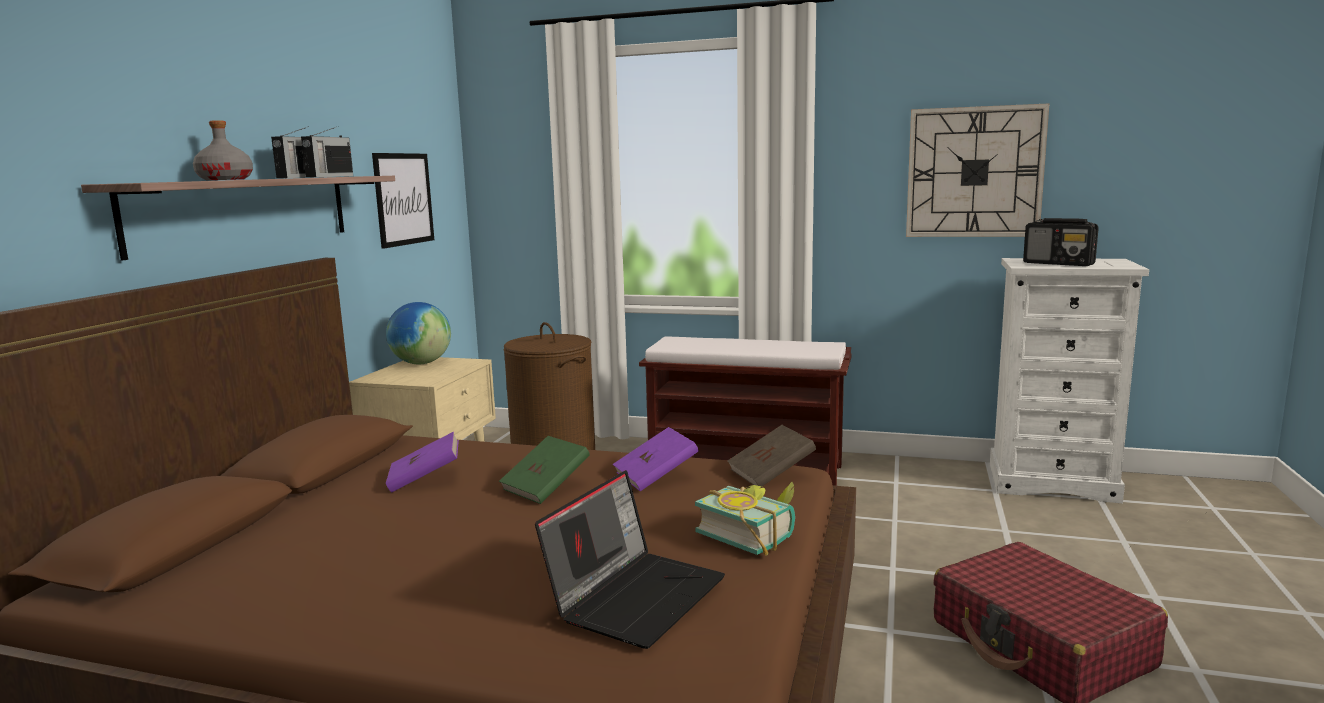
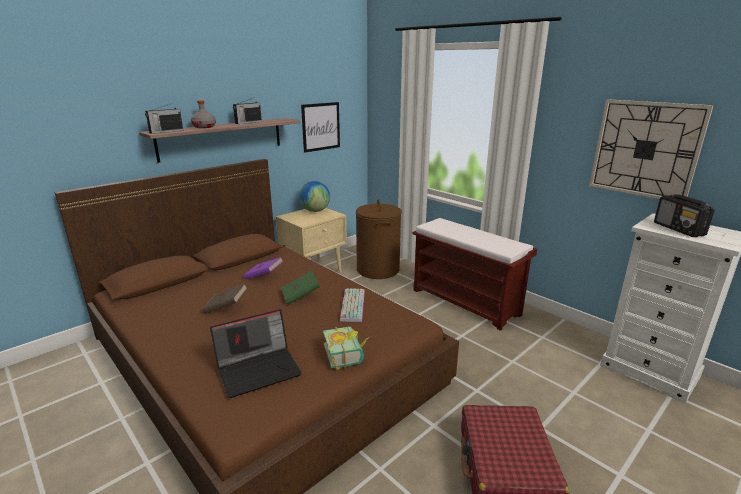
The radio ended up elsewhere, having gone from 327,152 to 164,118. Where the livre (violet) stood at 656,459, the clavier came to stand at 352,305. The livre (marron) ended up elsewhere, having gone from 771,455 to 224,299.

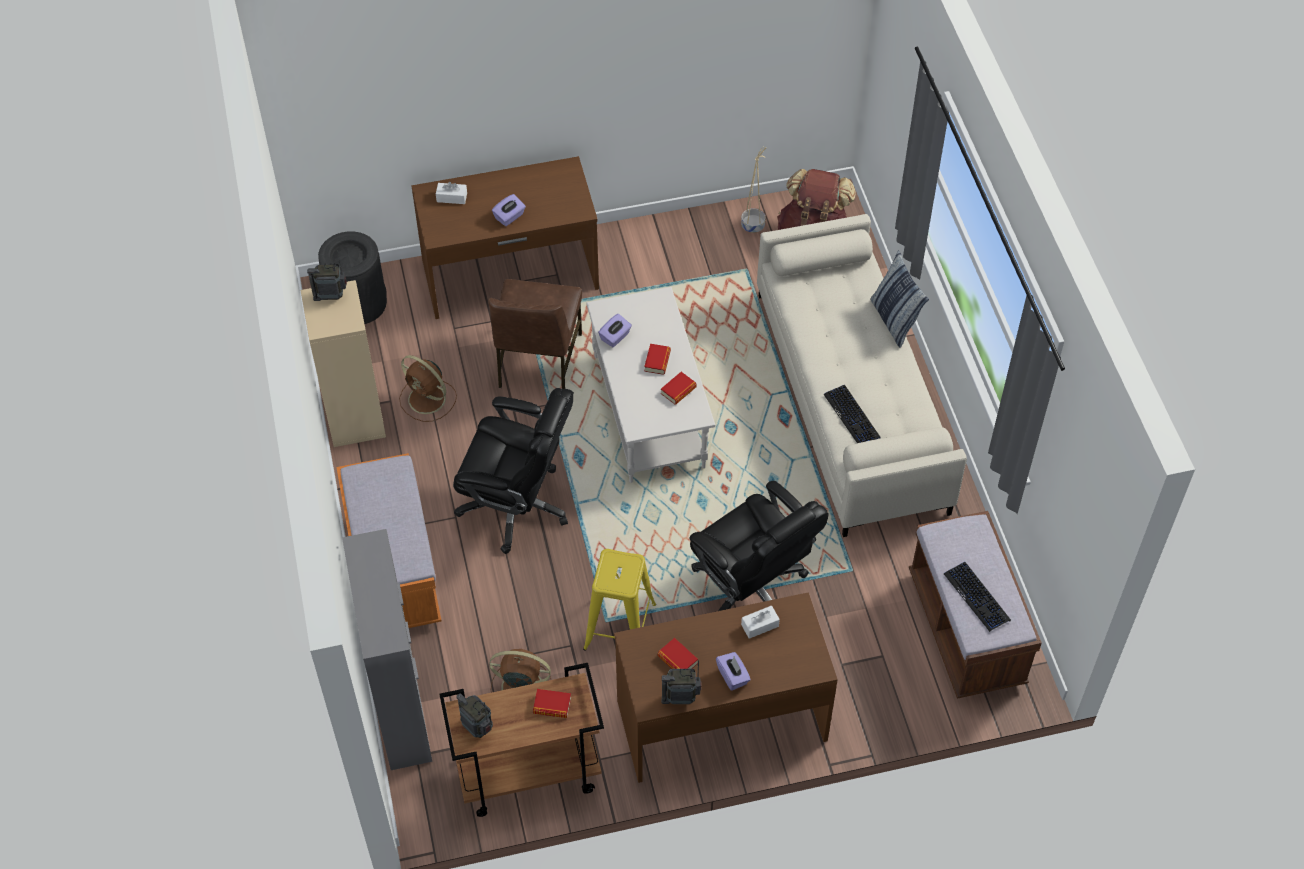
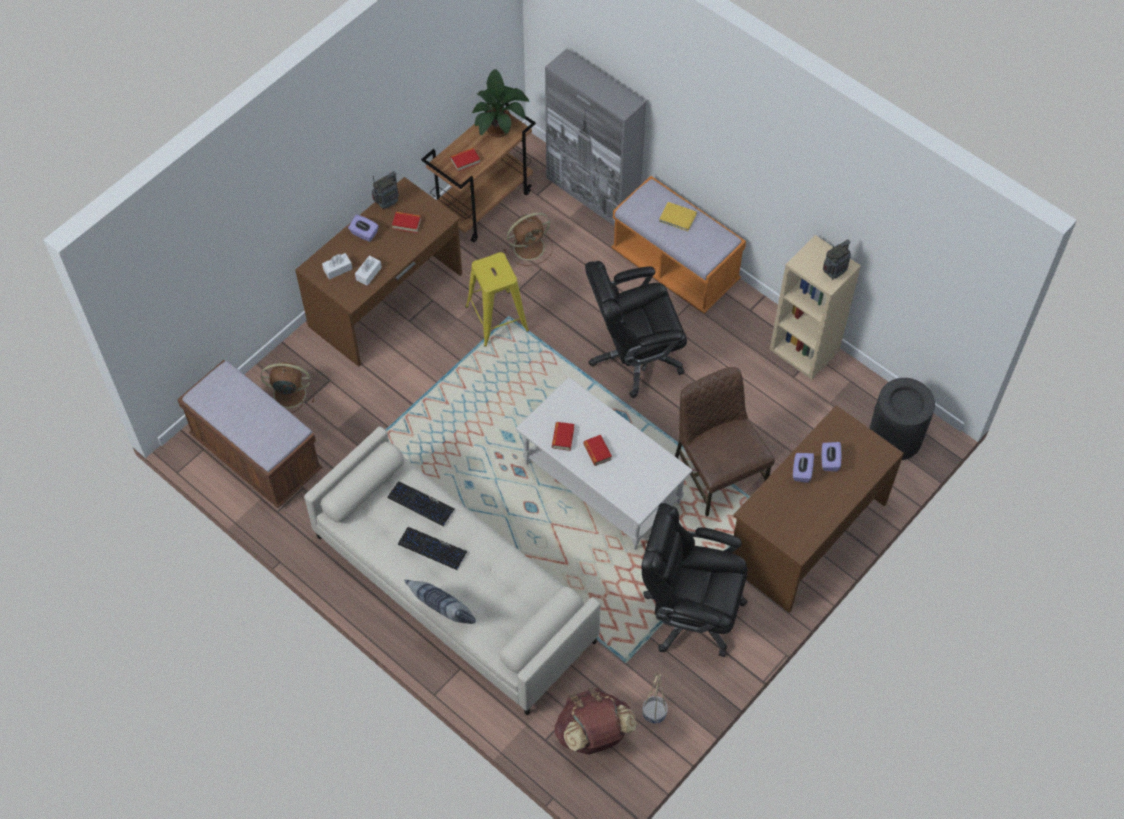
The ventilateur (marron) ended up elsewhere, having gone from 428,388 to 287,387. The boîte à mouchoirs (blanc) ended up elsewhere, having gone from 451,193 to 337,266. Where the radio stood at 474,715, the plante en pot came to stand at 500,103. The boîte à mouchoirs (violet) ended up elsewhere, having gone from 615,330 to 831,457. The chaise de bureau (noir) ended up elsewhere, having gone from 758,546 to 695,580. The clavier ended up elsewhere, having gone from 977,597 to 432,548. The second view gained the livre (jaune) at 678,216.

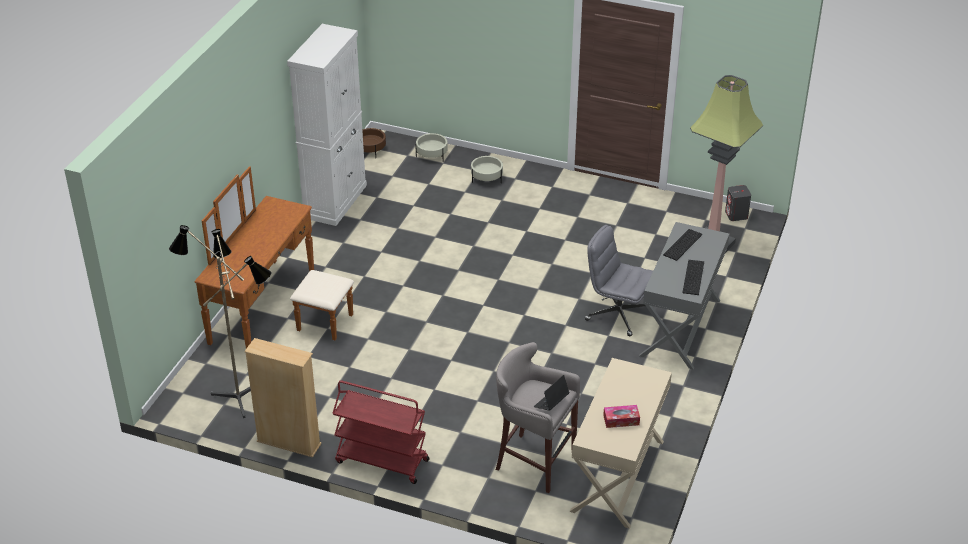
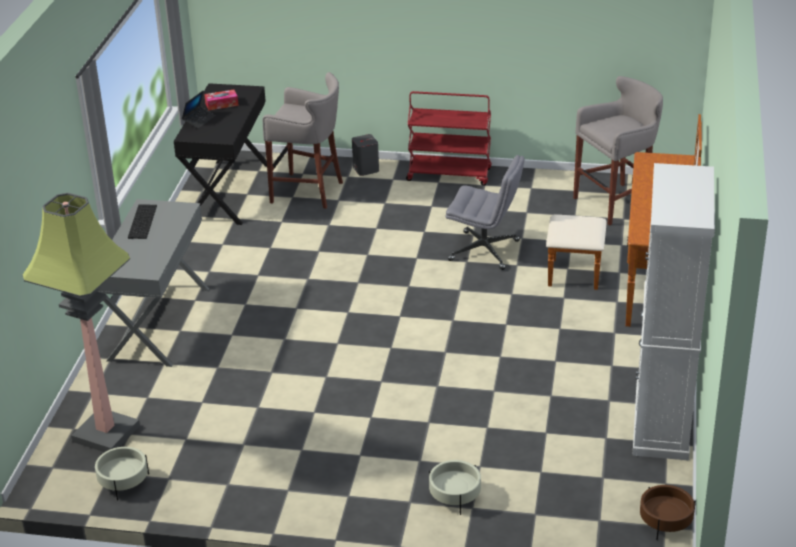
Where the lampadaire stood at 220,321, the tabouret (gris) came to stand at 618,151. The second view lost the bibliothèque (beige) at 283,398. The cache-pot (beige) ended up elsewhere, having gone from 431,147 to 122,473. The ordinateur portable ended up elsewhere, having gone from 551,393 to 198,110. What was the bureau (beige) at 620,443 turned into the bureau (noir) at 220,154. The chaise de bureau (gris) ended up elsewhere, having gone from 619,280 to 485,212. The second view lost the clavier at 682,245. The enceinte (gris) ended up elsewhere, having gone from 738,203 to 365,155.

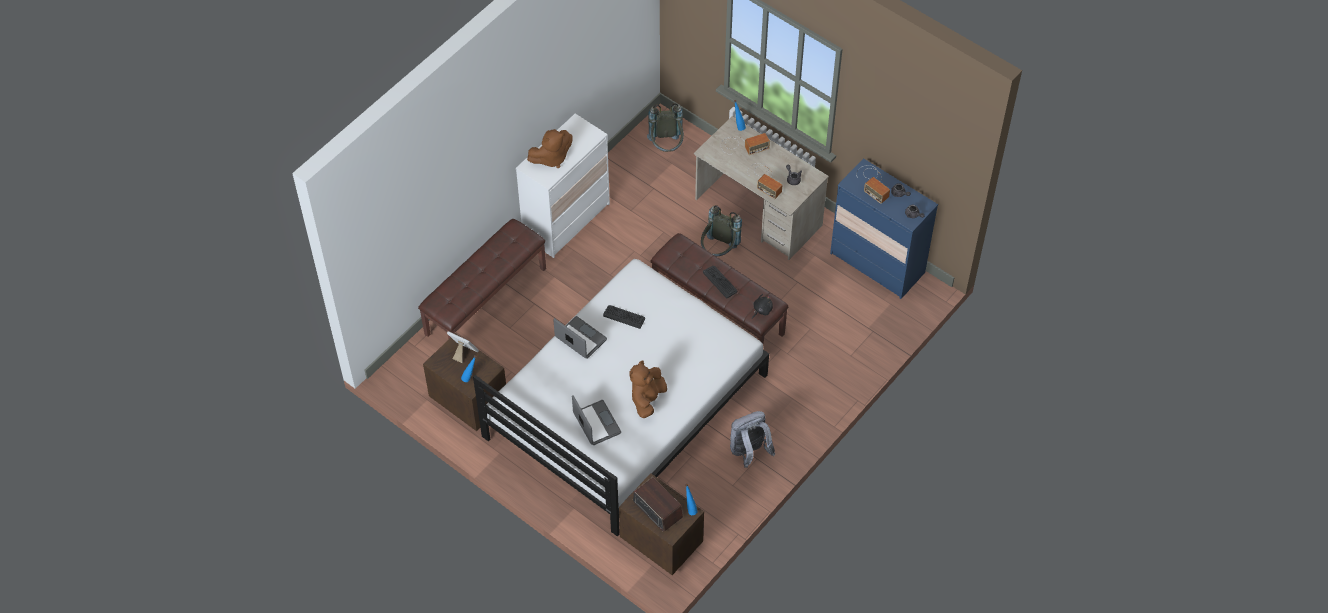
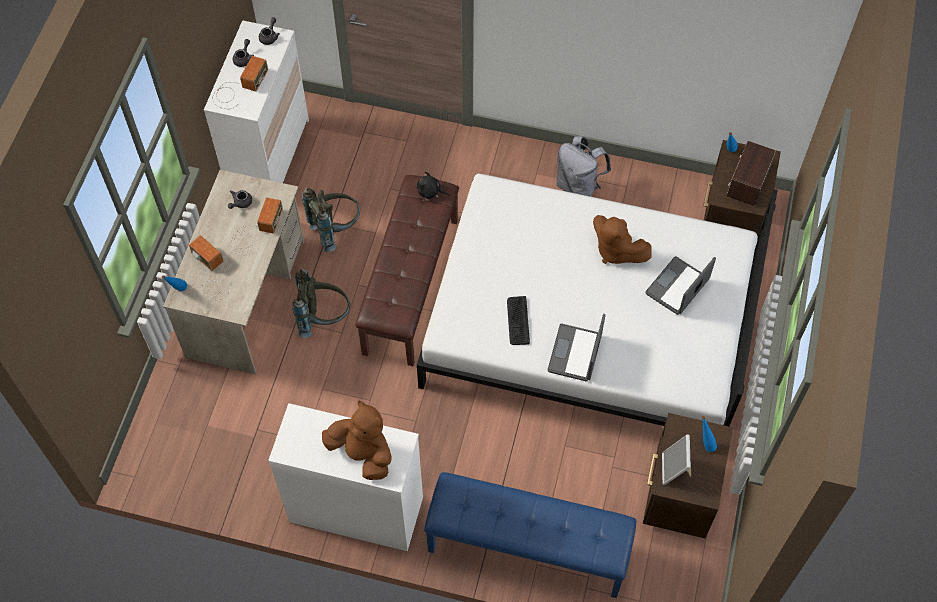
What was the banc (marron) at 482,279 turned into the banc (bleu) at 530,535. The peluche (marron) at 648,389 ended up facing another way, 45 degrees clockwise from before. The sac à dos (gris) ended up elsewhere, having gone from 665,127 to 331,220. The second view lost the clavier at 720,282. What was the commode (bleu) at 884,228 turned into the commode (blanc) at 256,101.

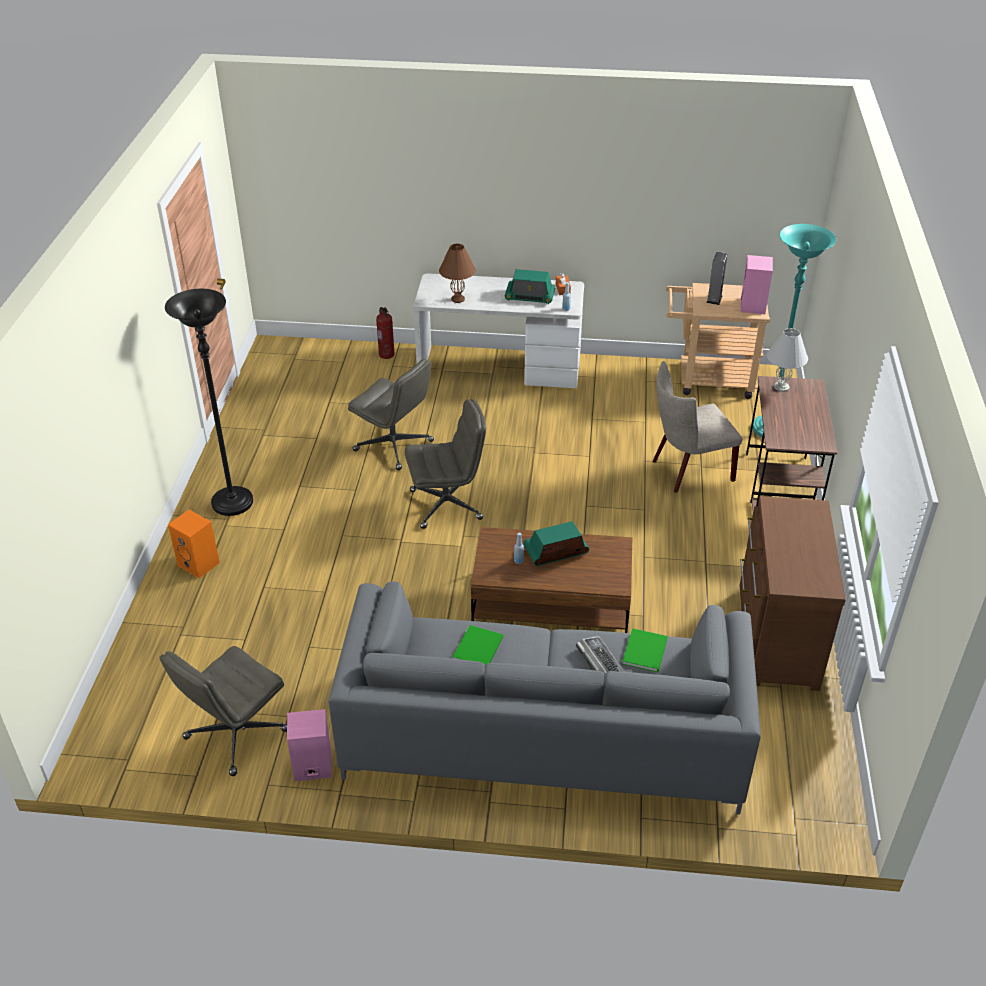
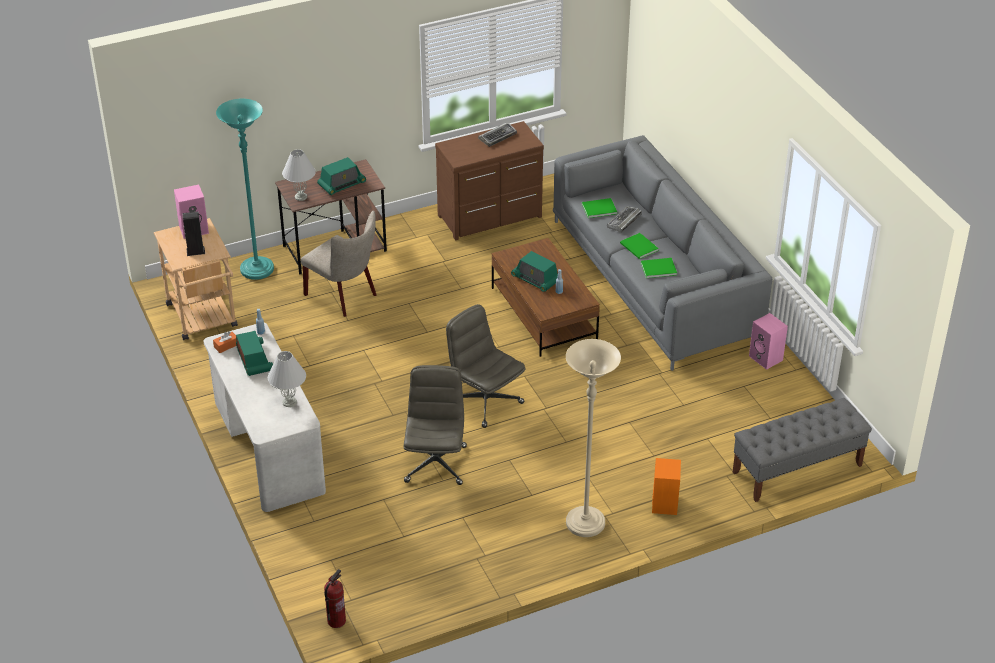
The second view lost the chaise de bureau (gris) at 223,711. What was the lampadaire (noir) at 209,402 turned into the lampadaire (beige) at 593,438. The extincteur ended up elsewhere, having gone from 385,333 to 335,598. What was the lampe de table (marron) at 457,273 turned into the lampe de table (blanc) at 287,379. The second view gained the radio at 341,176. The second view gained the clavier at 497,135. The second view gained the livre (vert) at 639,246. The second view gained the banc (gris) at 802,450.

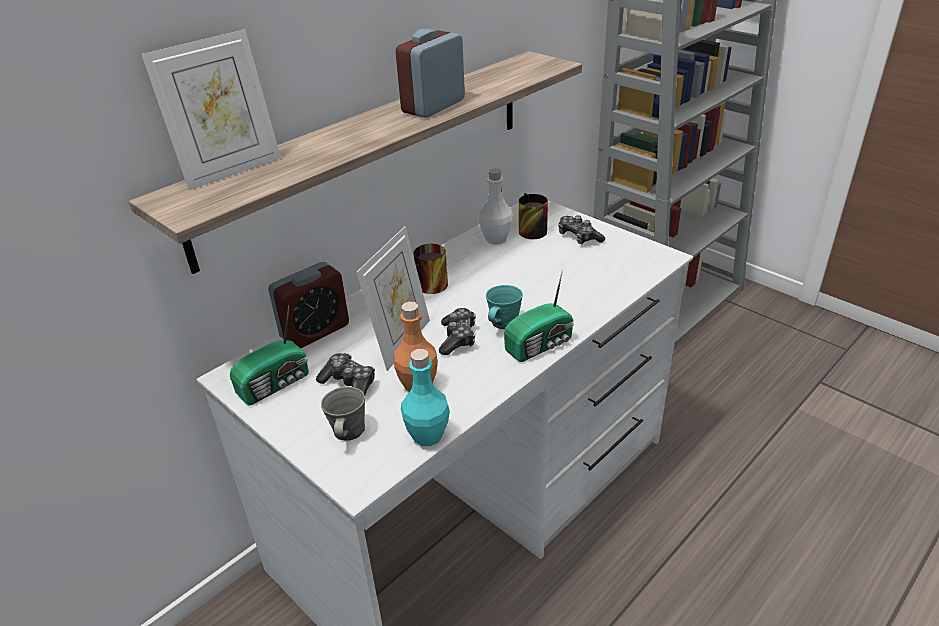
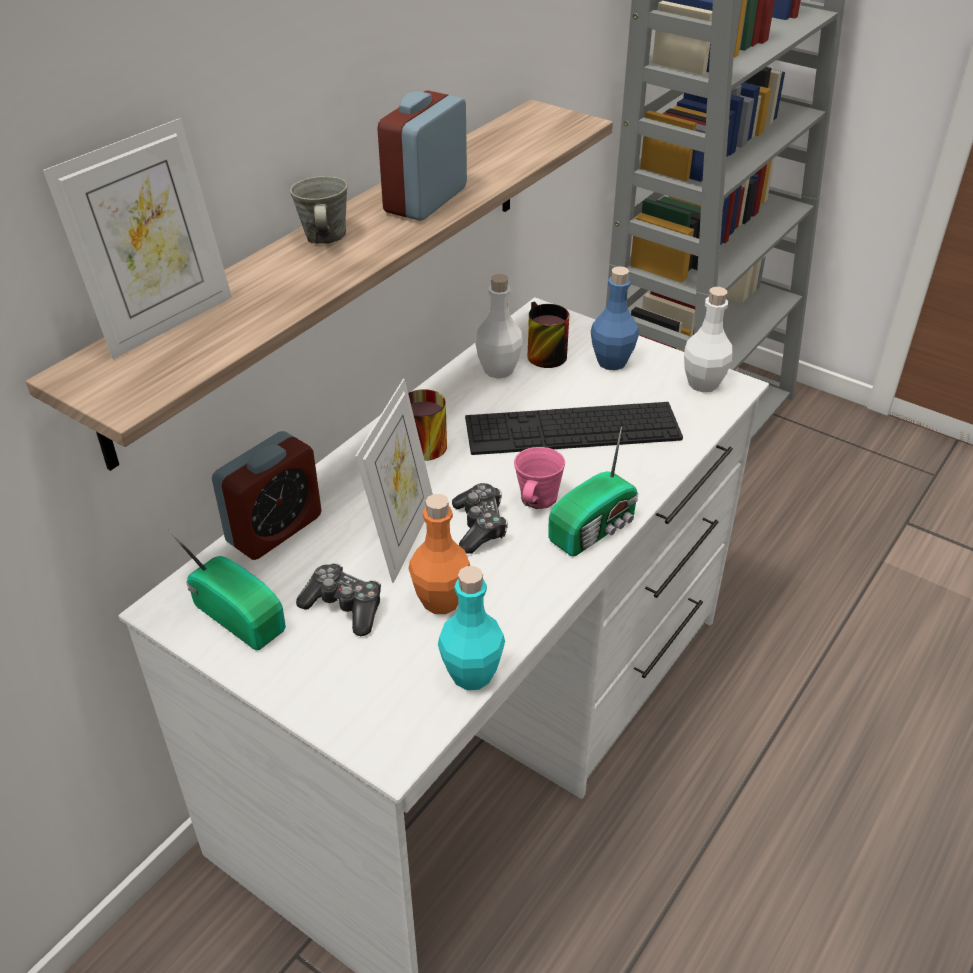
The radio at 269,355 ended up facing another way, 90 degrees counterclockwise from before. The mug (gris) ended up elsewhere, having gone from 343,413 to 318,210. What was the mug (turquoise) at 504,307 turned into the mug (rose) at 539,478. Where the manette stood at 581,229, the bouteille (bleu) came to stand at 615,318. The second view gained the clavier at 574,428. The second view gained the bouteille (blanc) at 708,339.

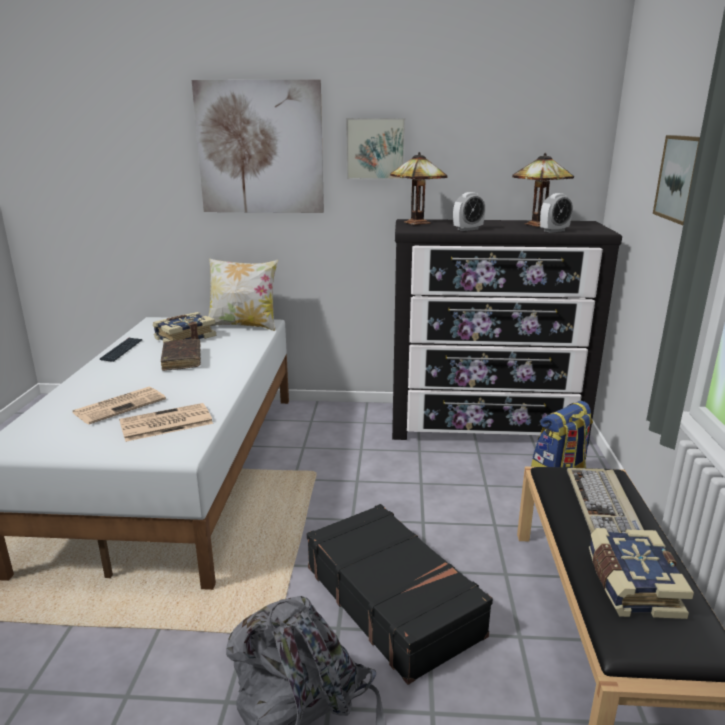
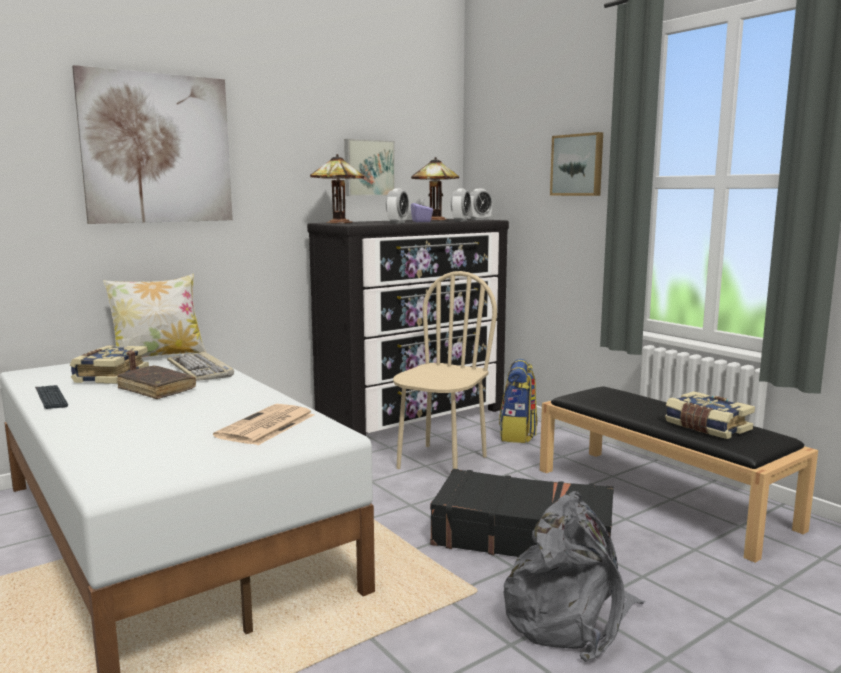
The second view lost the journal at 119,406. The tableau ended up elsewhere, having gone from 375,149 to 369,167. The clavier ended up elsewhere, having gone from 605,500 to 200,366. The second view gained the chaise (beige) at 445,370. The second view gained the boîte à mouchoirs (violet) at 422,209. The second view gained the réveil at 480,204.

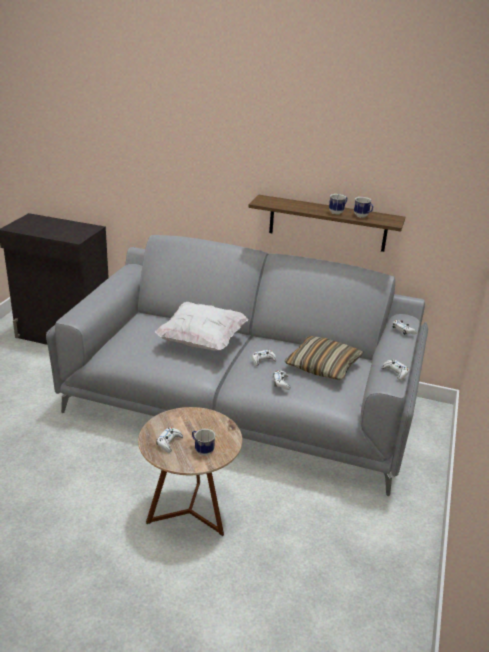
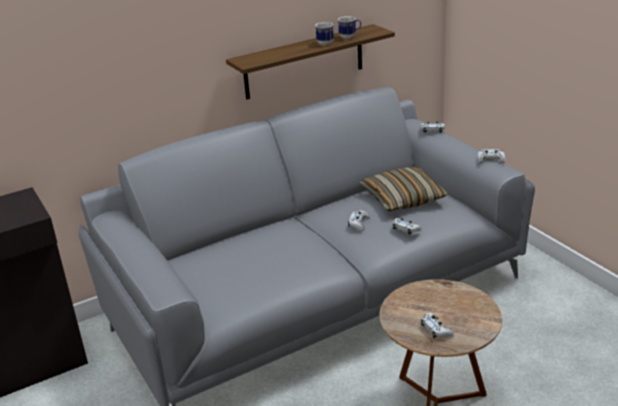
The second view lost the coussin (blanc) at 201,326. The second view lost the mug at 203,442.

